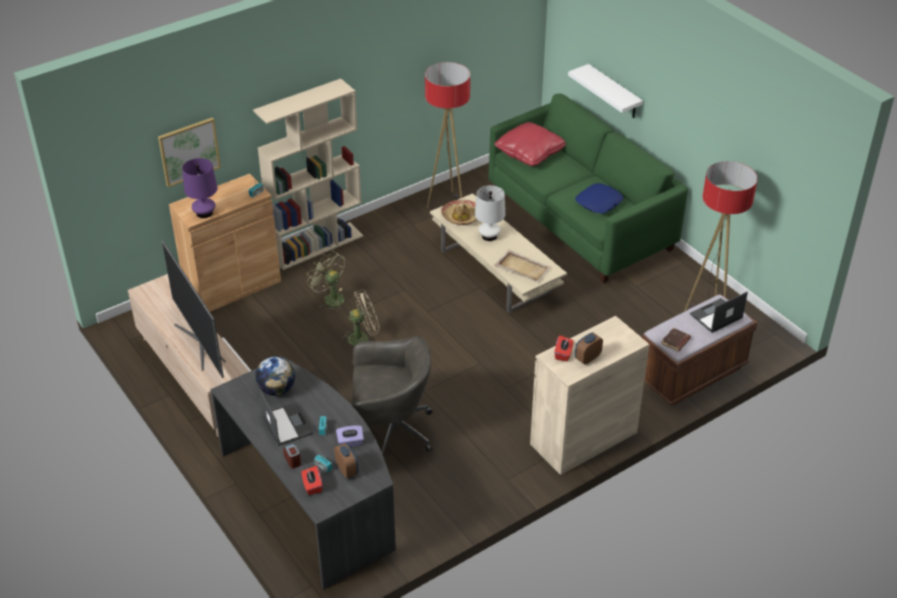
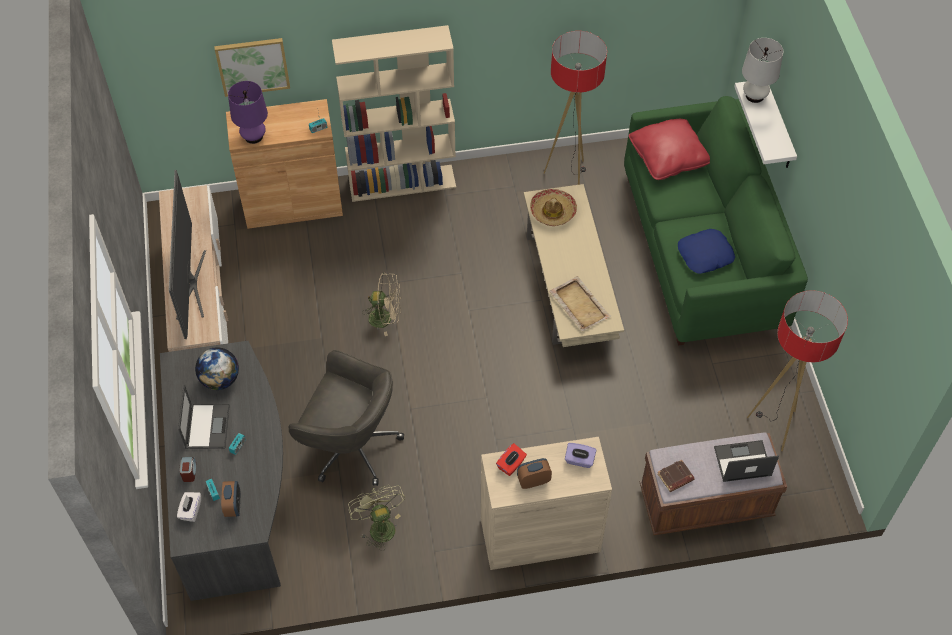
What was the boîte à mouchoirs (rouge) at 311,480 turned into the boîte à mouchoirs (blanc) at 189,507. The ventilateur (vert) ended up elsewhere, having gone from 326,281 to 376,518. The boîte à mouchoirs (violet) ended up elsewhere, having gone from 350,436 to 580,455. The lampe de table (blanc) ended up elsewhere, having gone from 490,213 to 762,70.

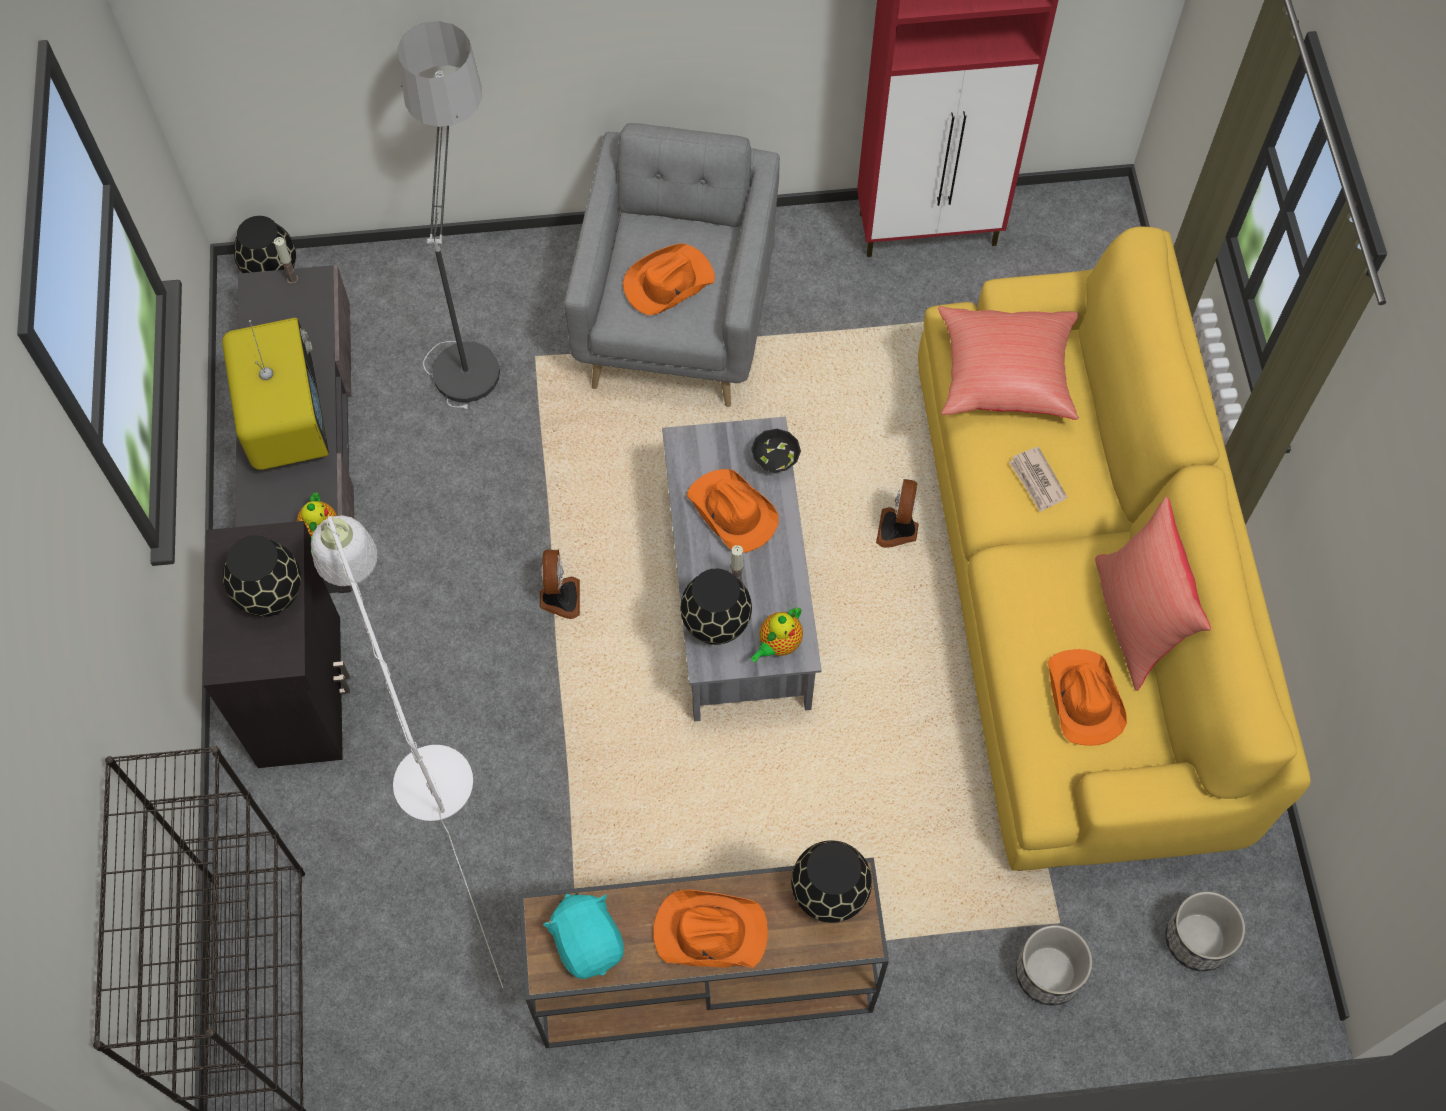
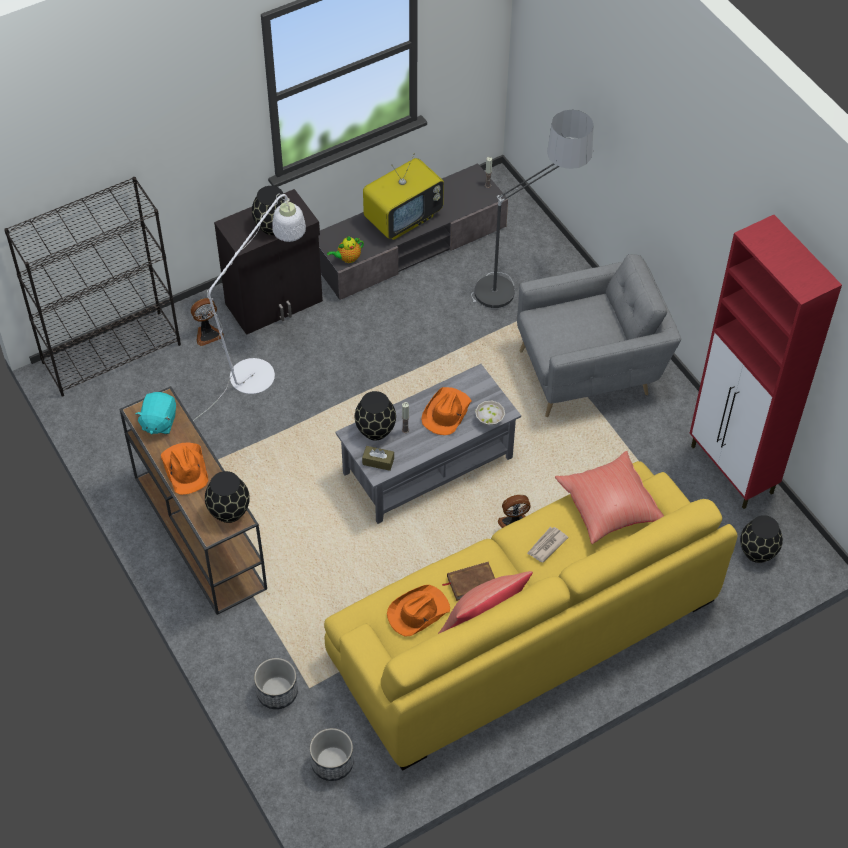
The vase (noir) ended up elsewhere, having gone from 265,244 to 761,539. The ventilateur ended up elsewhere, having gone from 560,584 to 207,322. The peluche (turquoise) at 583,936 ended up facing another way, 150 degrees clockwise from before. The second view lost the chapeau (orange) at 669,279. What was the bol (noir) at 776,450 turned into the bol (blanc) at 490,413. Where the théière stood at 777,634, the boîte à mouchoirs (marron) came to stand at 378,458. The second view gained the livre (marron) at 468,581.

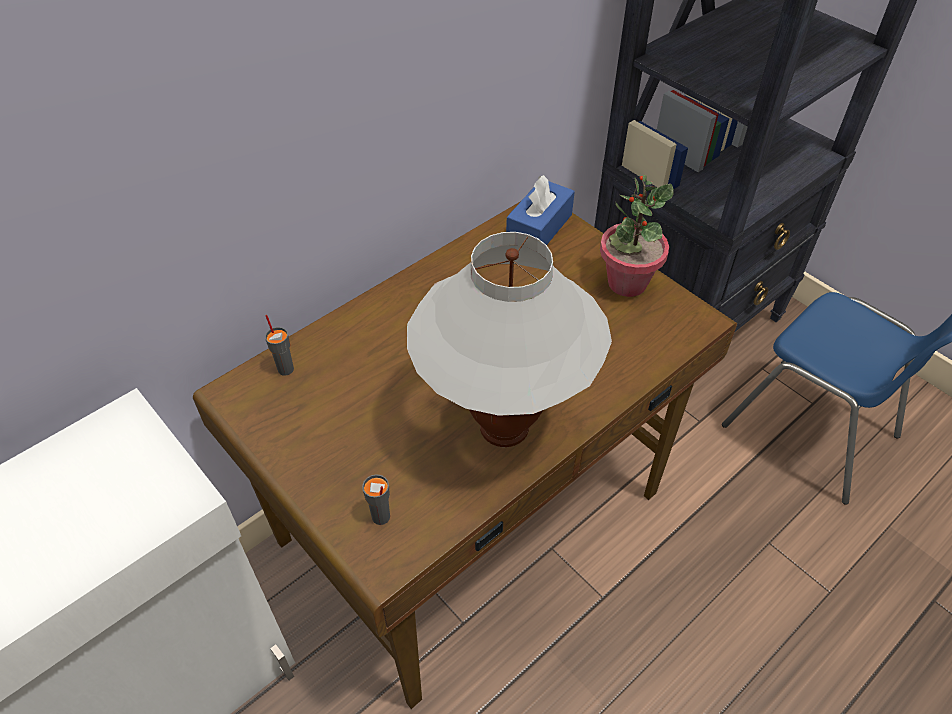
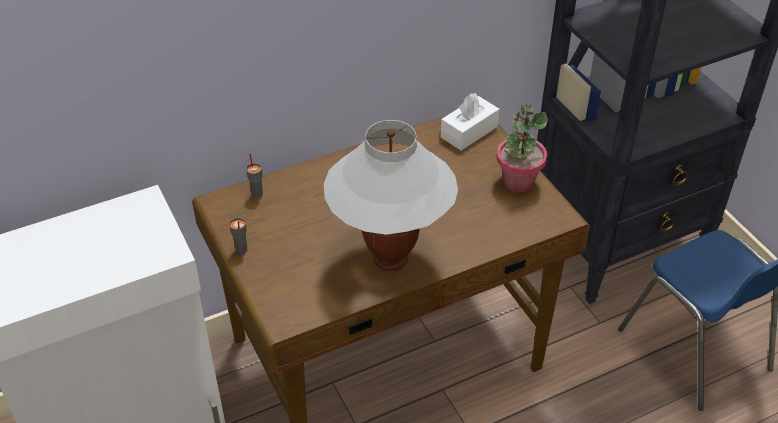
The tasse (gris) ended up elsewhere, having gone from 376,499 to 238,236. What was the boîte à mouchoirs (bleu) at 540,210 turned into the boîte à mouchoirs (blanc) at 470,122.

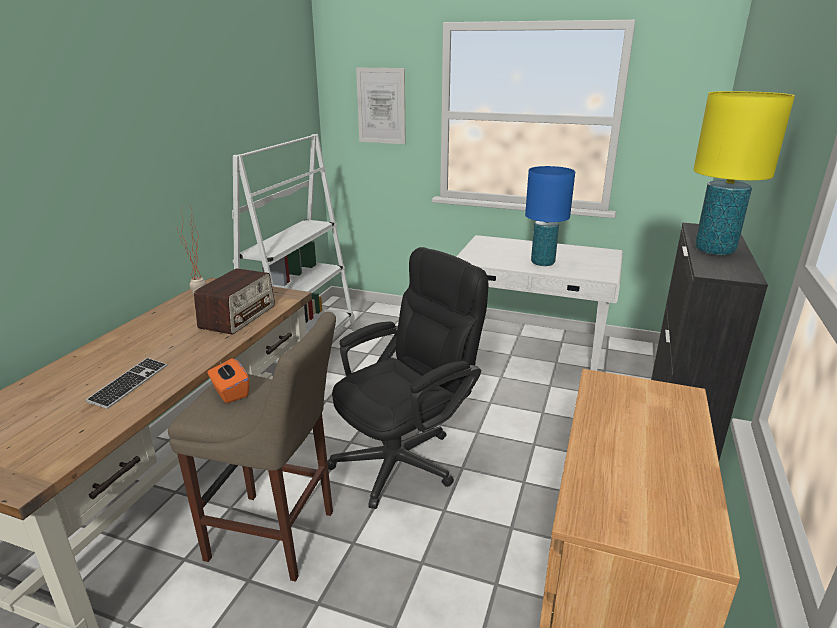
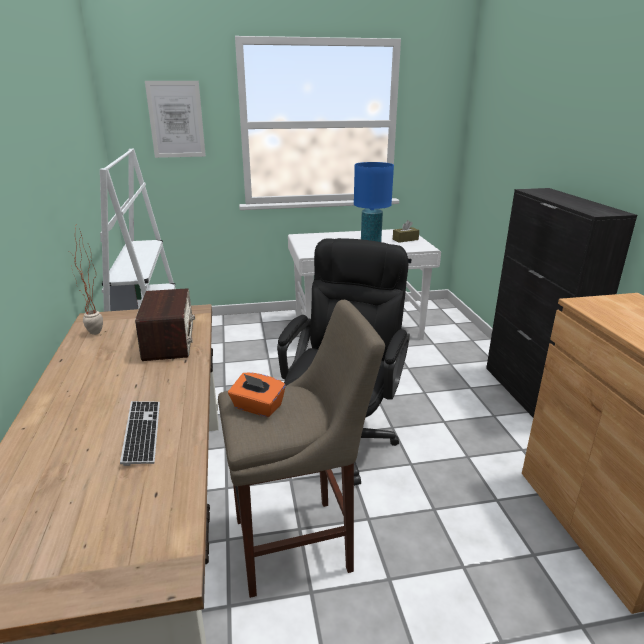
The second view lost the lampe de table (jaune) at 744,173. The second view gained the boîte à mouchoirs (marron) at 406,231.

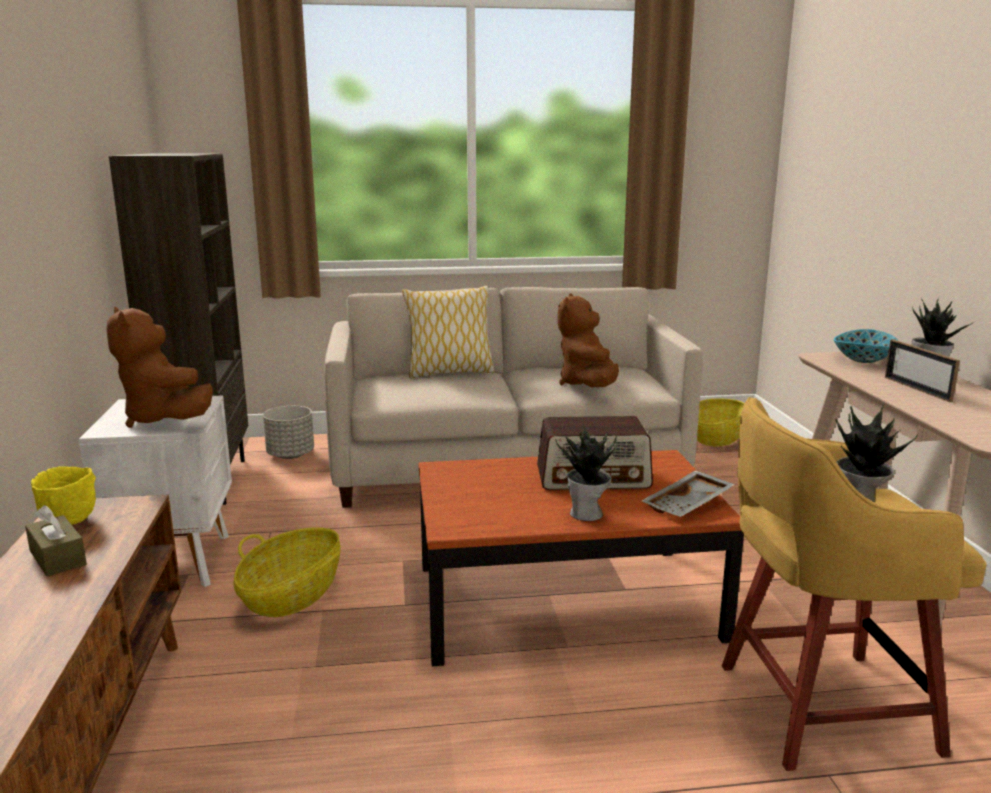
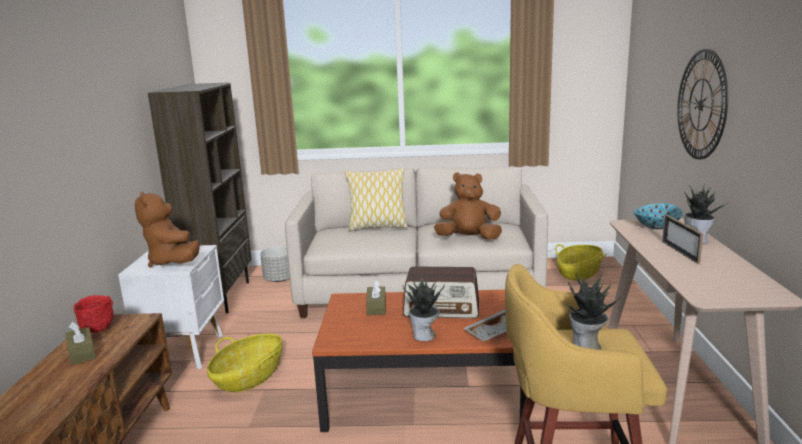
What was the bol (jaune) at 63,495 turned into the bol (rouge) at 93,314. The peluche (marron) at 588,340 ended up facing another way, 75 degrees clockwise from before. The second view gained the boîte à mouchoirs (marron) at 376,297. The second view gained the horloge murale at 702,104.

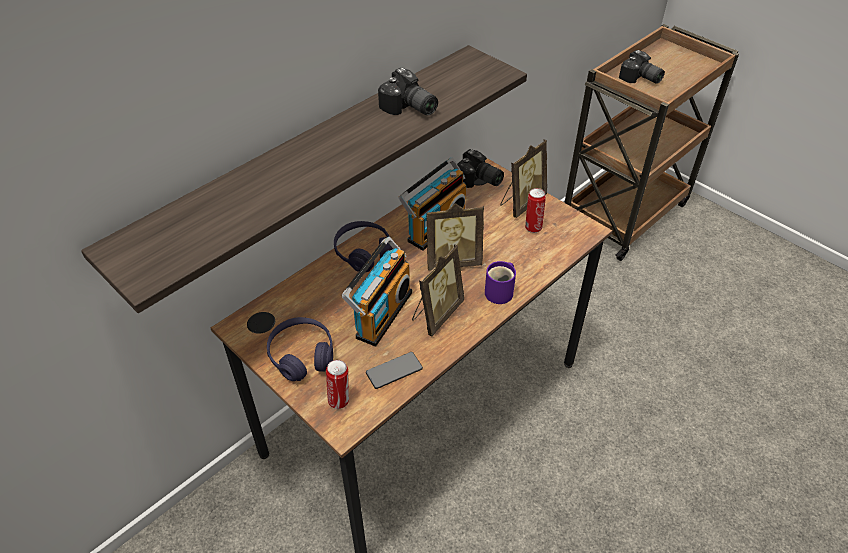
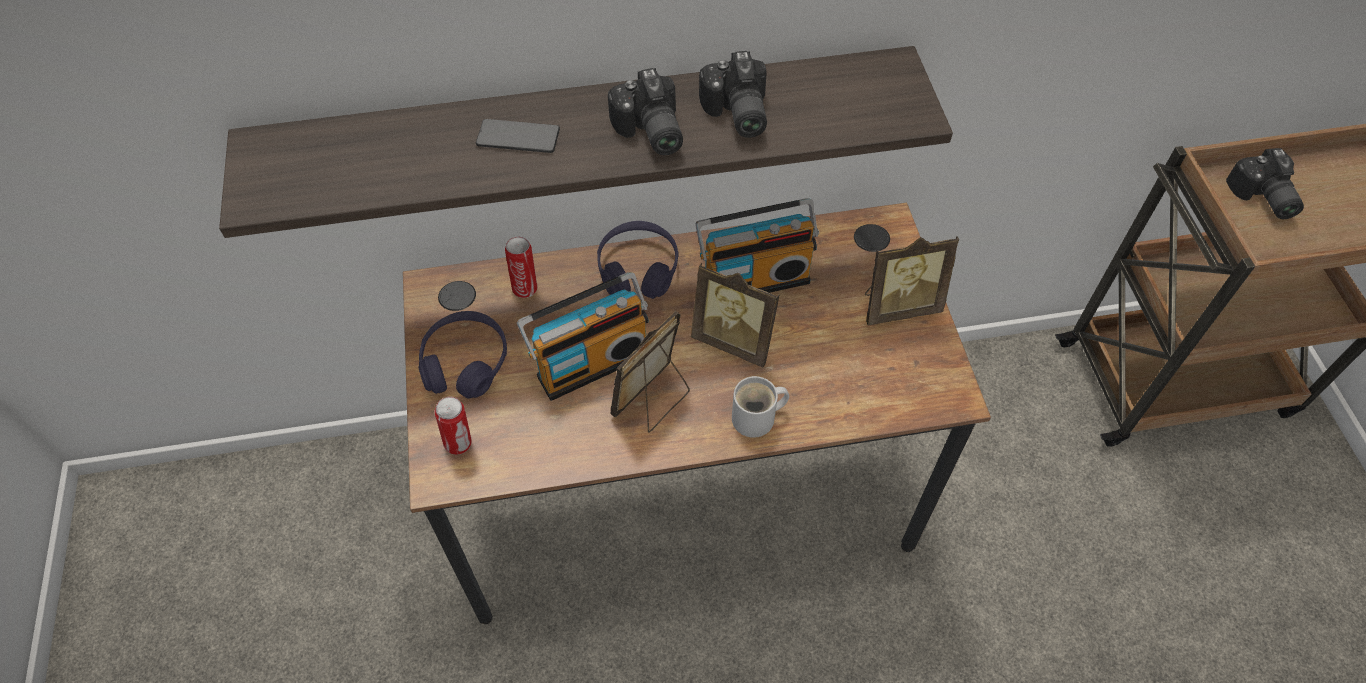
The téléphone ended up elsewhere, having gone from 394,370 to 518,136. The cadre photo at 438,290 ended up facing another way, 150 degrees clockwise from before. The appareil photo ended up elsewhere, having gone from 480,168 to 645,111. What was the mug (violet) at 500,282 turned into the mug (blanc) at 760,407. The boîte métallique ended up elsewhere, having gone from 535,210 to 521,267.

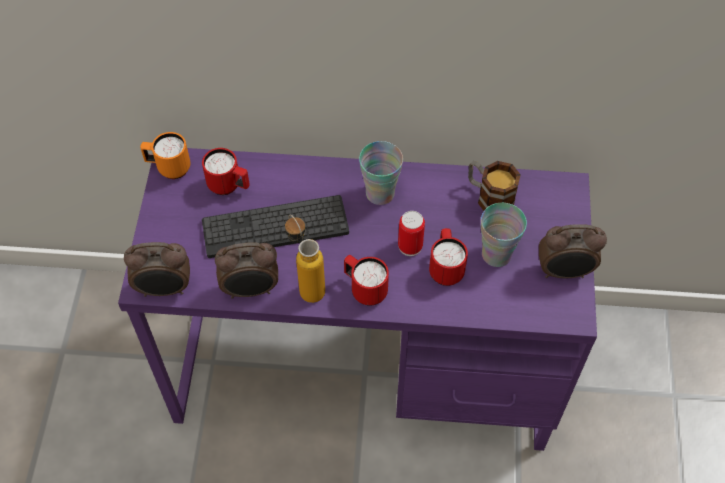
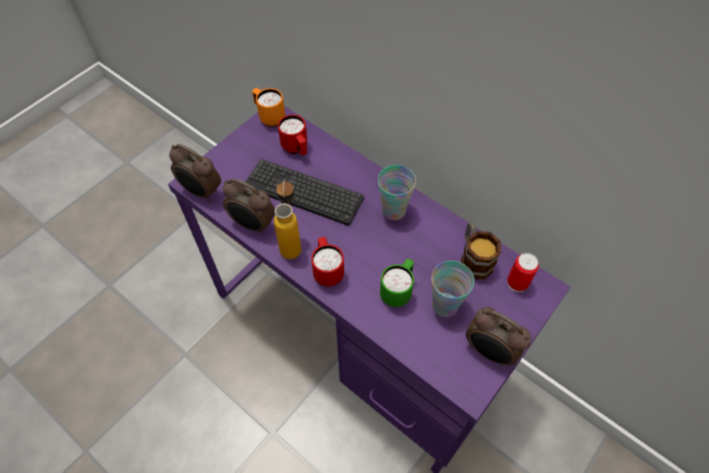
The boîte métallique ended up elsewhere, having gone from 411,233 to 523,272. What was the mug (rouge) at 448,257 turned into the mug (vert) at 397,283.

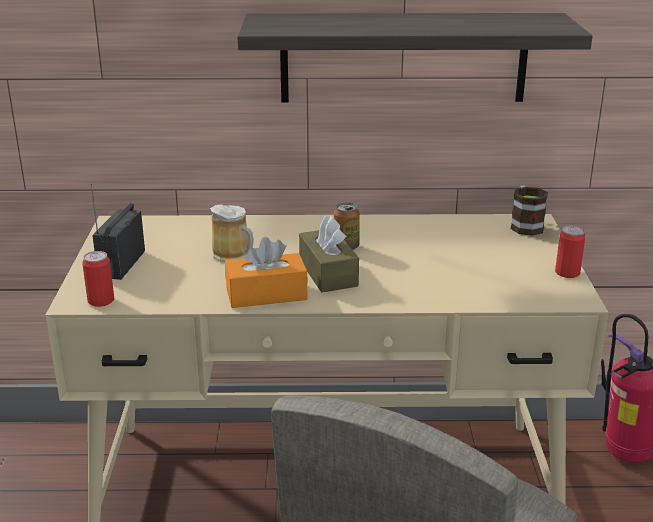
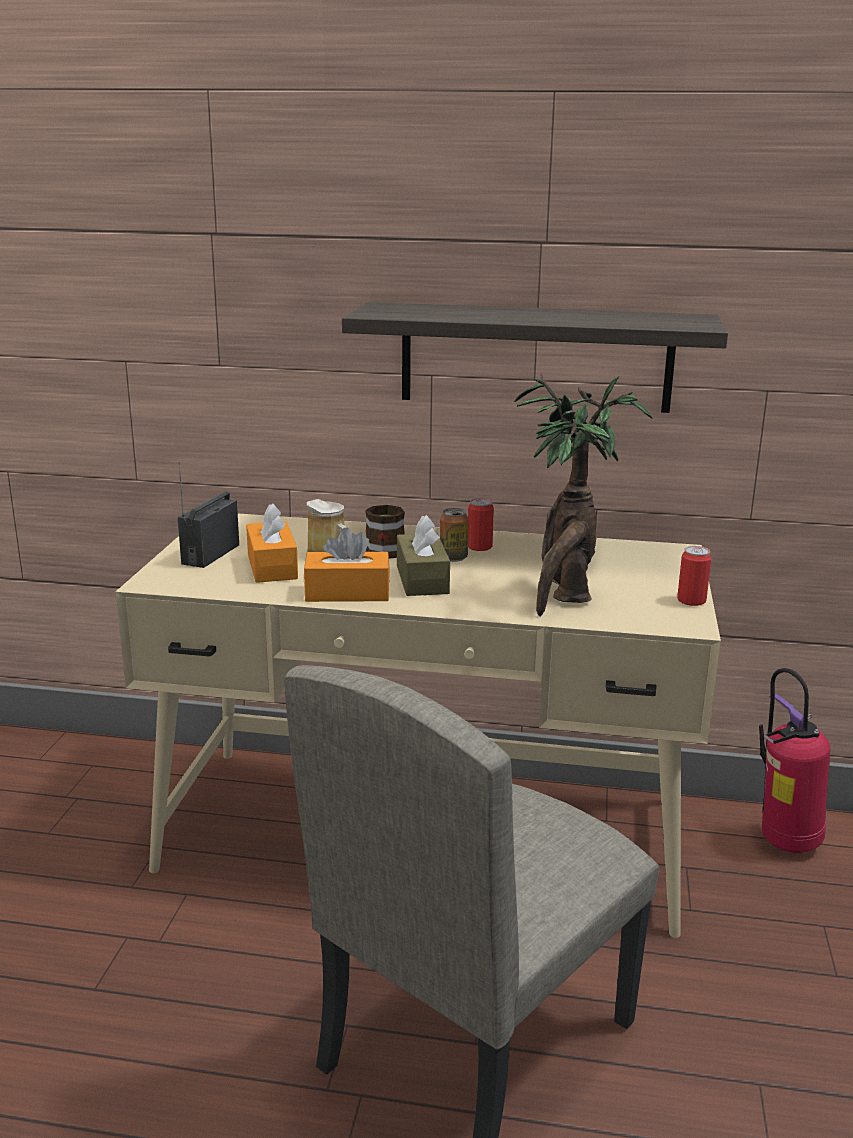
The boîte métallique ended up elsewhere, having gone from 98,279 to 481,524. The mug ended up elsewhere, having gone from 529,210 to 385,531. The second view gained the boîte à mouchoirs (orange) at 272,543. The second view gained the plante en pot at 583,495.

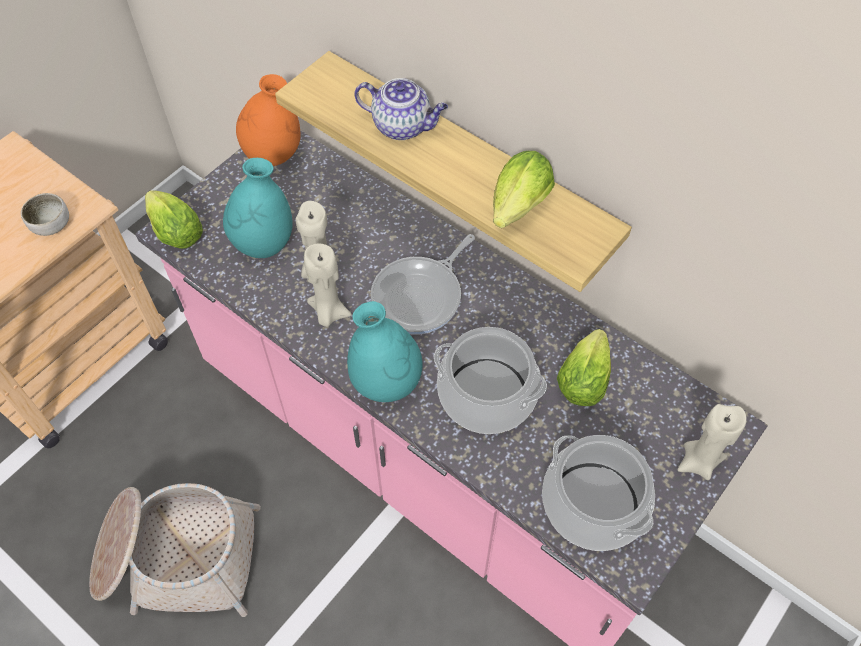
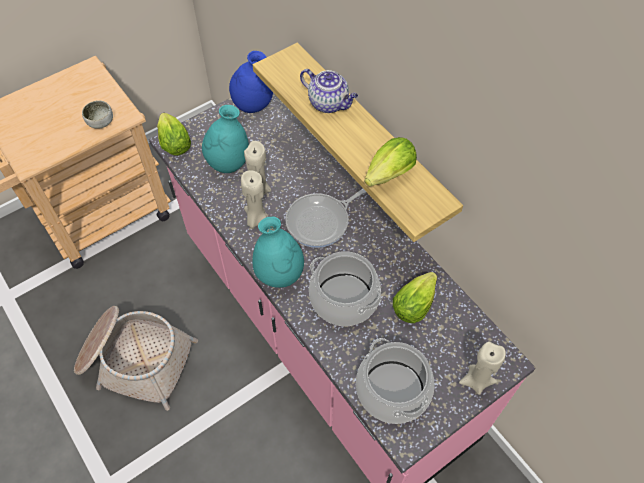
What was the vase (orange) at 268,120 turned into the vase (bleu) at 251,82.

